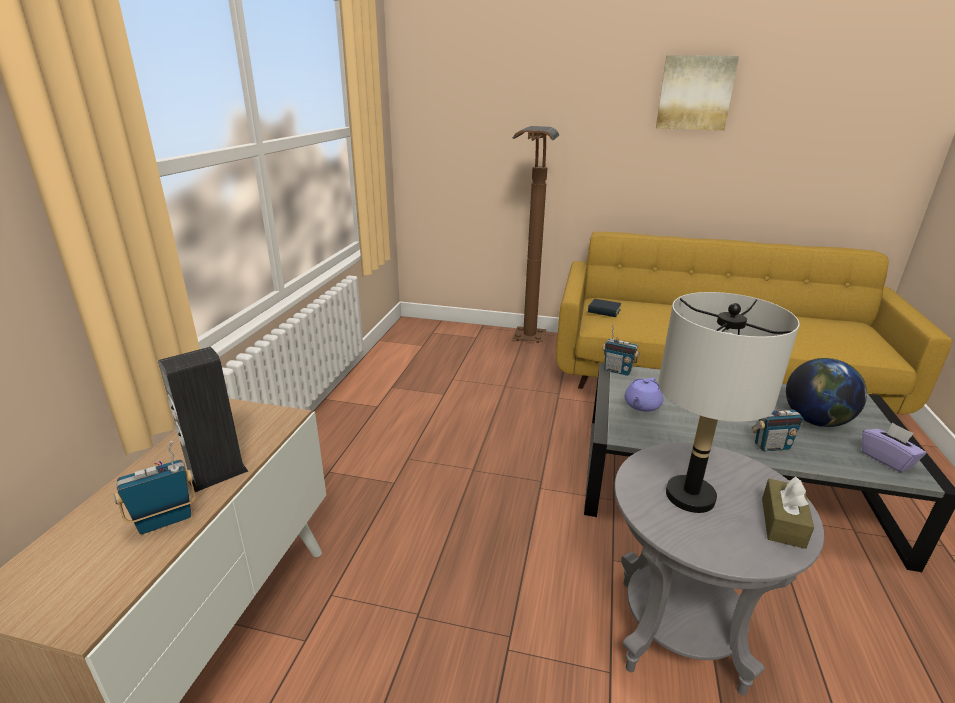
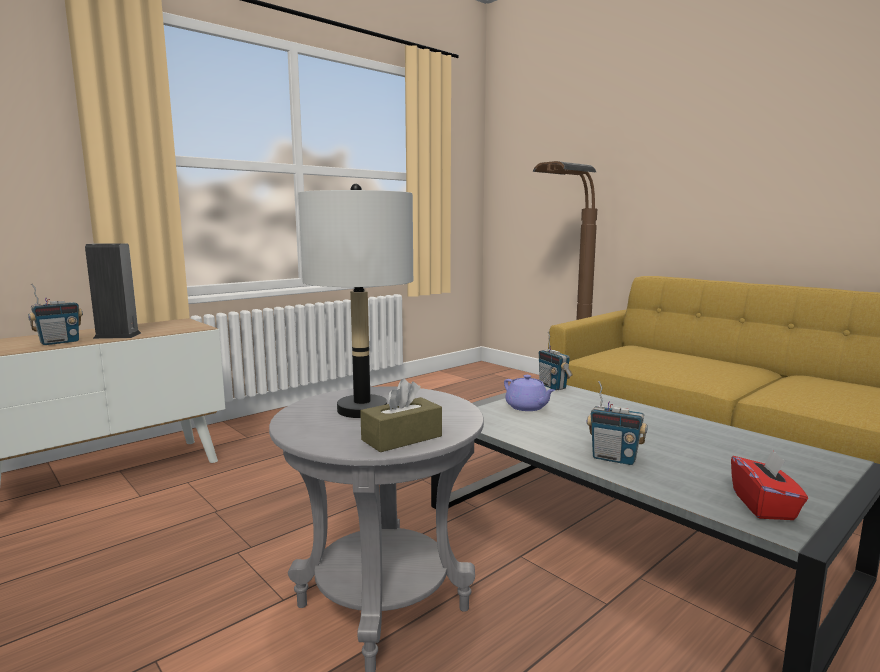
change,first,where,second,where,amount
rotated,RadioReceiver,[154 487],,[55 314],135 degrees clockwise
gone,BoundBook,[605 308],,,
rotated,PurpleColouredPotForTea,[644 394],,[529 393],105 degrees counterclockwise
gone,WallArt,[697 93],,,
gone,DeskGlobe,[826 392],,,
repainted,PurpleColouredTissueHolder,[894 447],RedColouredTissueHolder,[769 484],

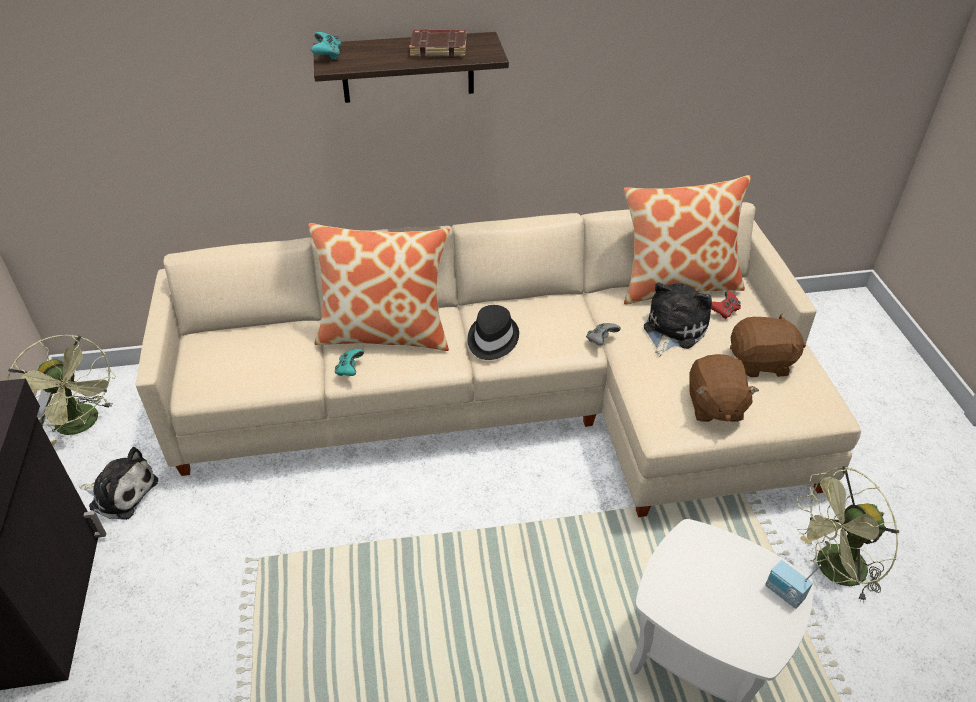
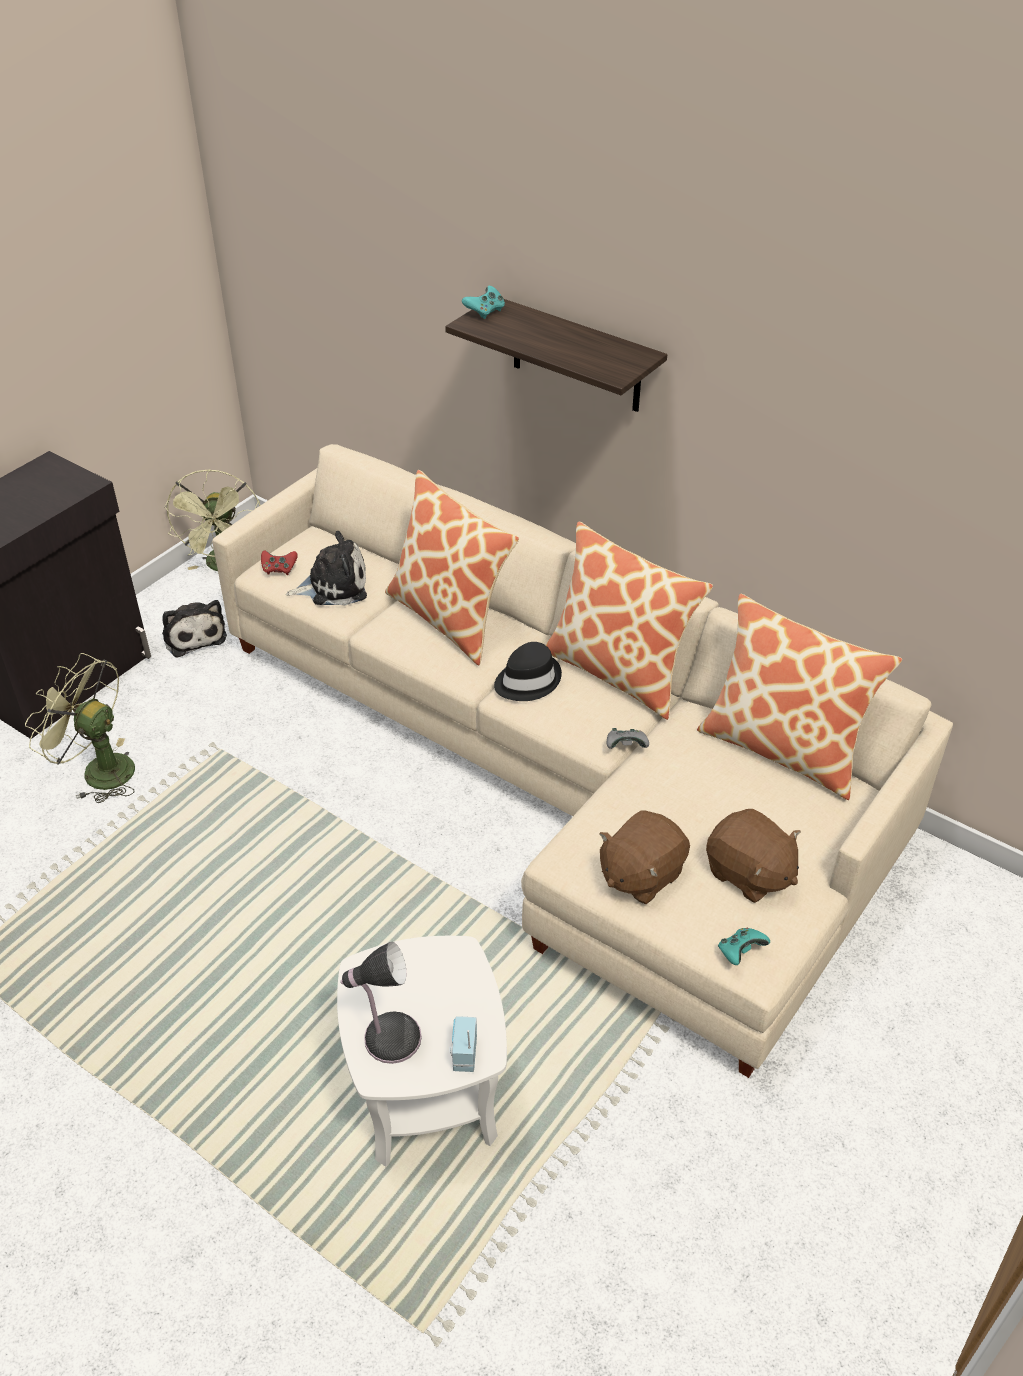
change,first,where,second,where,amount
shifted,BlueGreenGamepad,[349 362],,[744 946],
gone,BrownColouredBoundBook,[437 44],,,
shifted,SoftToy,[678 319],,[326 568],
shifted,RedColouredGamepad,[726 304],,[279 563],
shifted,GreenishFan,[848 534],,[80 728],
new,,,TableLamp,[381 1003],
new,,,ThrowPillow,[629 620],

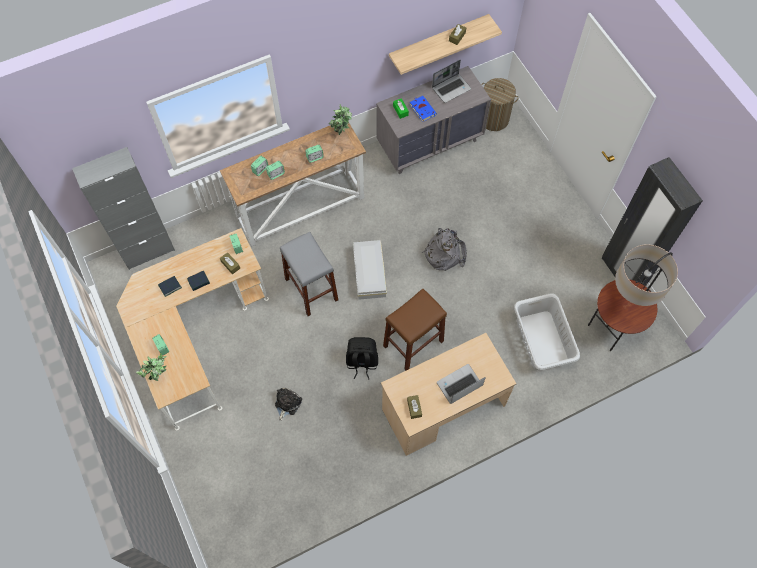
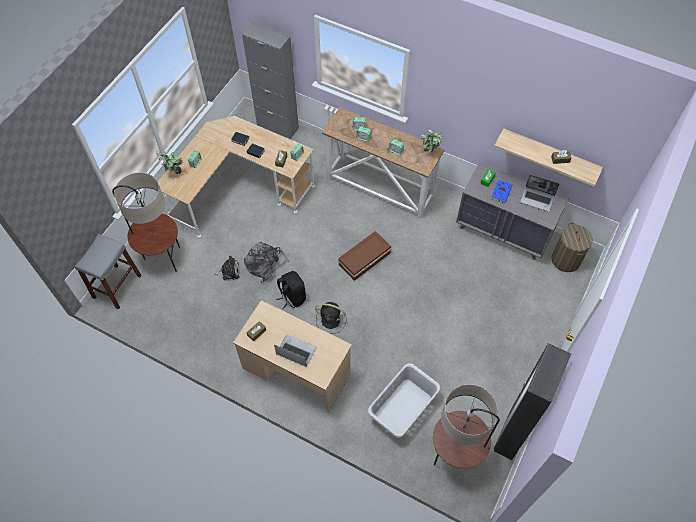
change,first,where,second,where,amount
shifted,GreyishStool,[309 274],,[108 271],
repainted,WhiteColouredStorageBox,[370 270],BrownColouredStorageBox,[365 256],
swapped,BrownColouredStool,[415 329],BlackishFan,[330 318],
shifted,GreyishKnapsack,[444 249],,[267 262],
new,,,FloorLamp,[146 222],

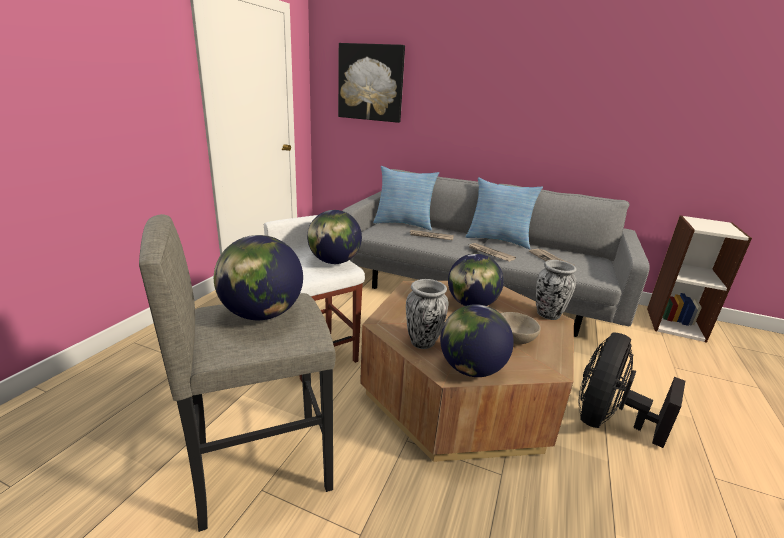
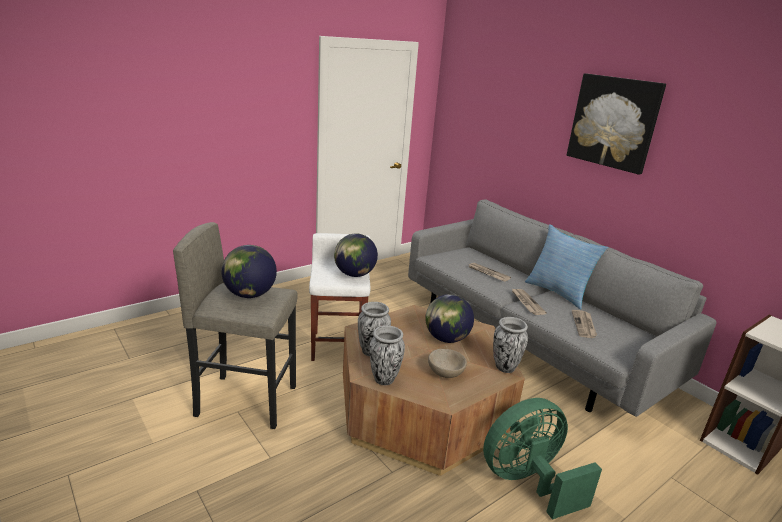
change,first,where,second,where,amount
shifted,WallArt,[371 83],,[616 124],
gone,ThrowPillow,[406 198],,,
swapped,DeskGlobe,[477 340],FlowerVase,[387 355],
repainted,BlackishFan,[631 390],GreenishFan,[542 459],

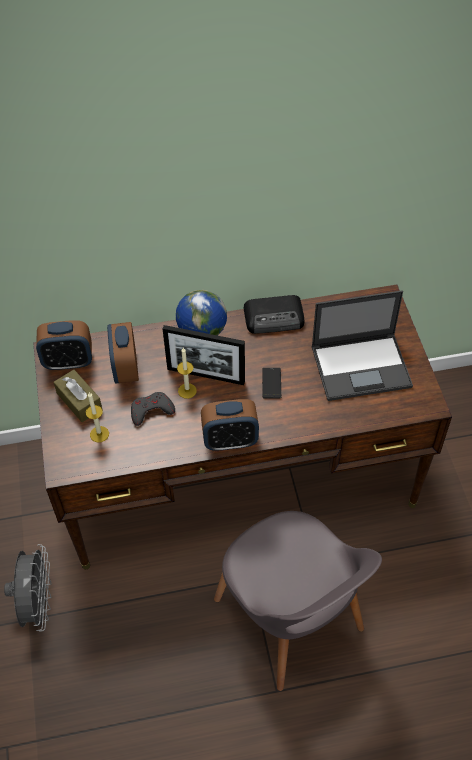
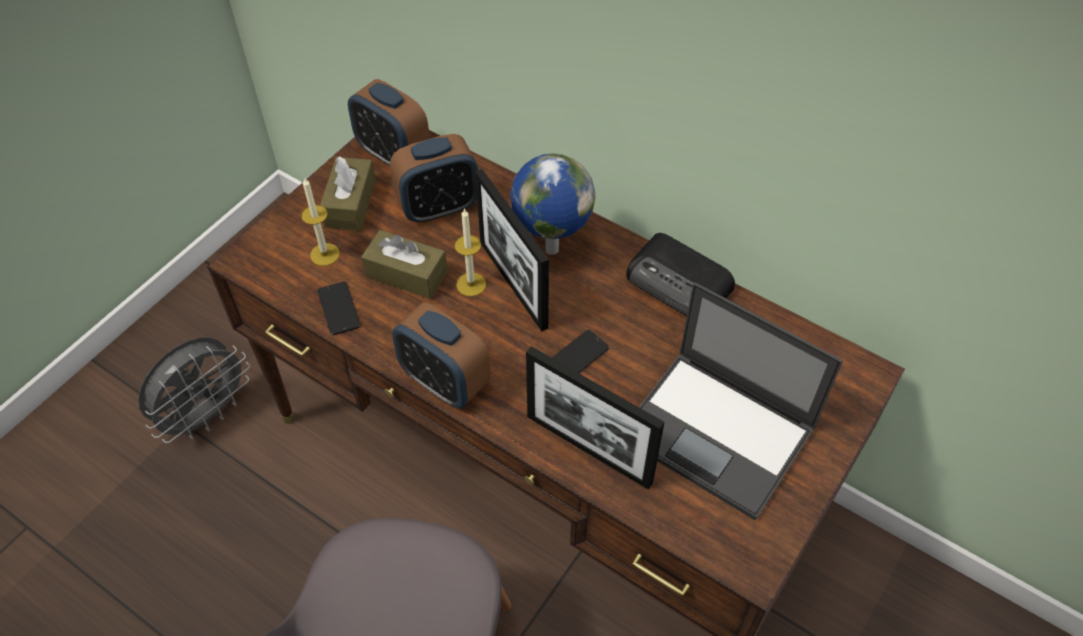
change,first,where,second,where,amount
rotated,AlarmClock,[123 353],,[434 178],150 degrees counterclockwise
swapped,GreyishGamepad,[153 409],BrownColouredTissueHolder,[404 264],
new,,,Phone,[339 308],
new,,,PhotoFrame,[595 418],

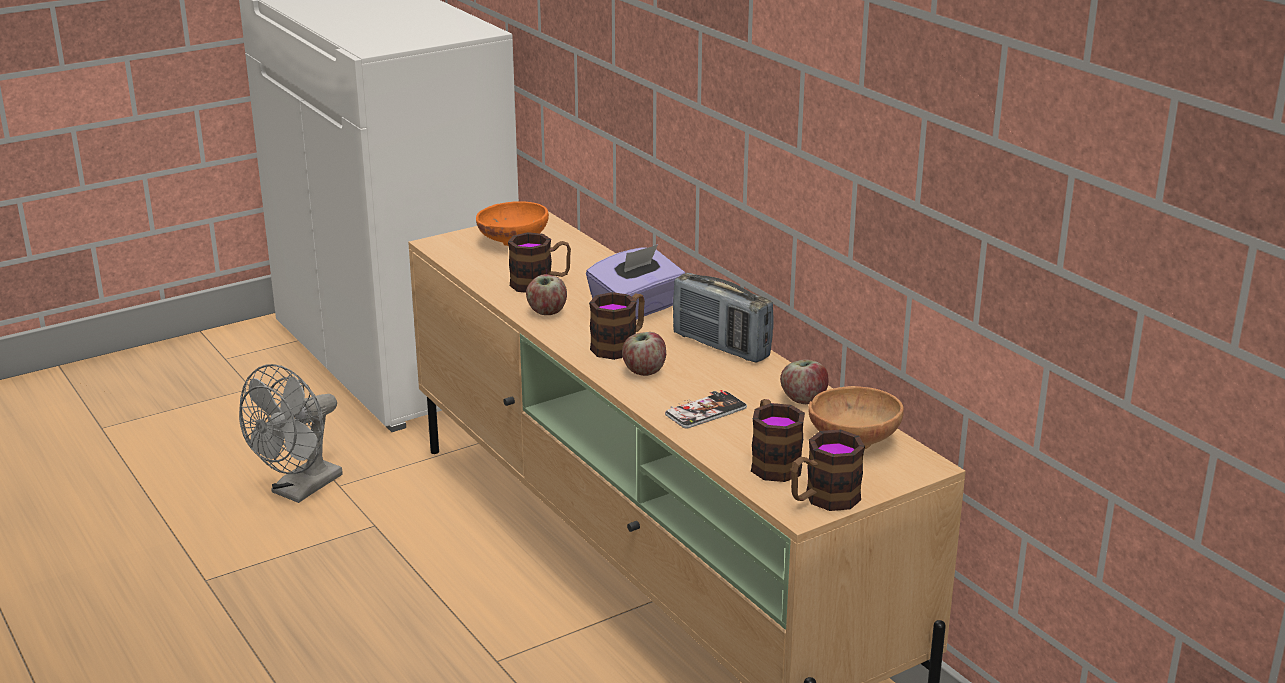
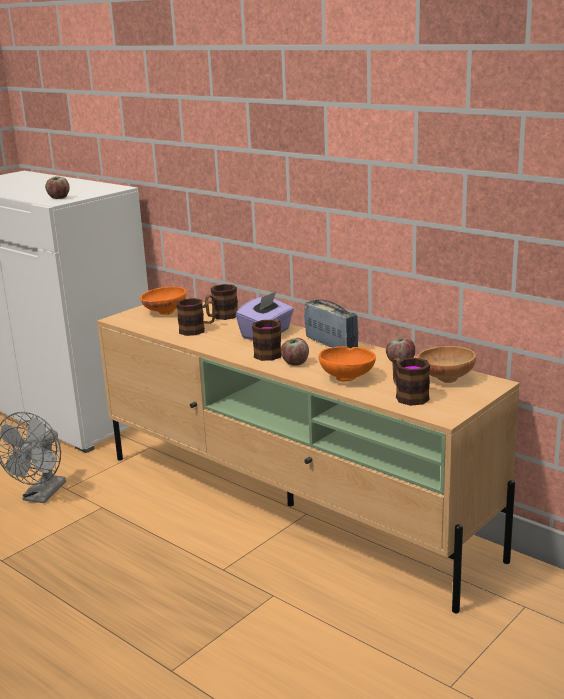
change,first,where,second,where,amount
shifted,Apple,[546 294],,[57 187],
swapped,Phone,[706 409],OrangeColouredServingBowl,[347 364],
rotated,RadioReceiver,[723 318],,[331 323],150 degrees counterclockwise
shifted,CoffeeMug,[828 470],,[221 302],

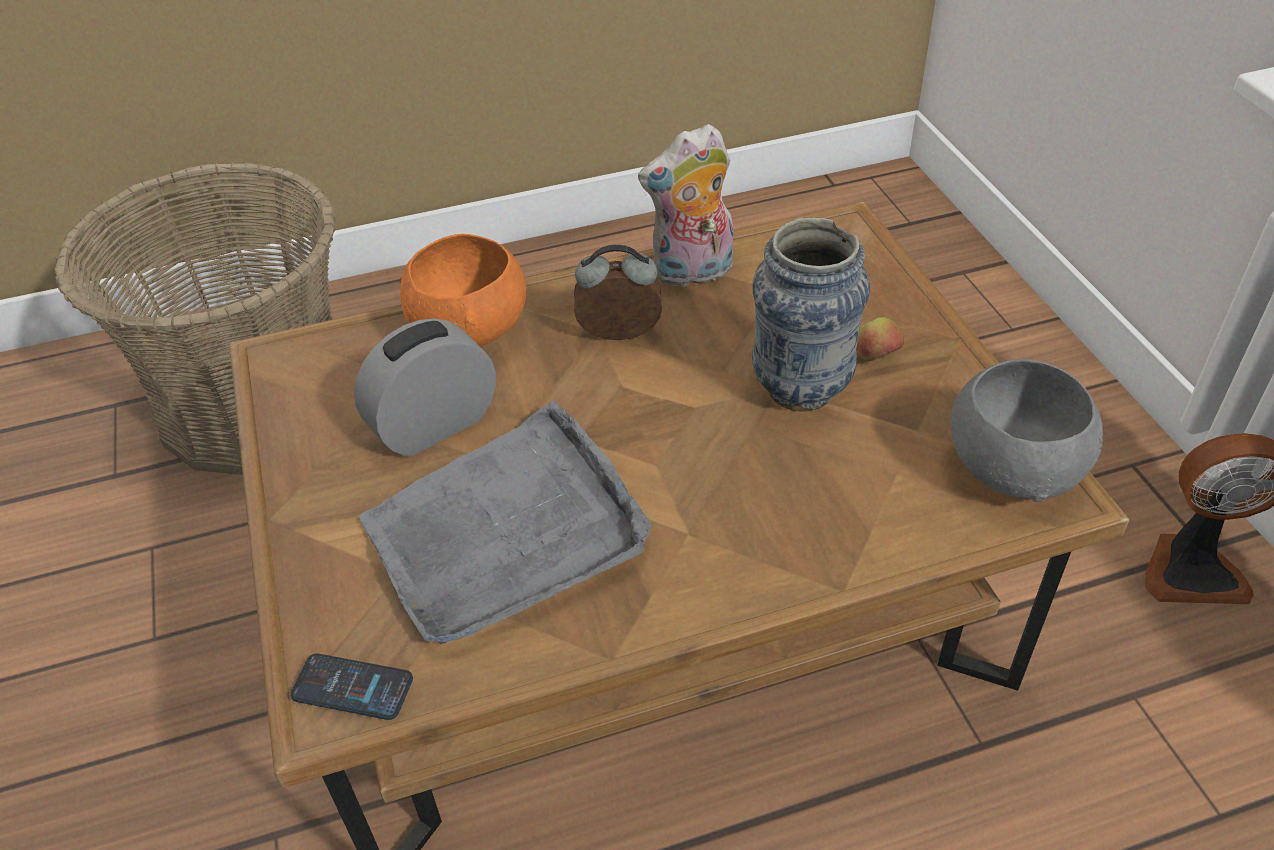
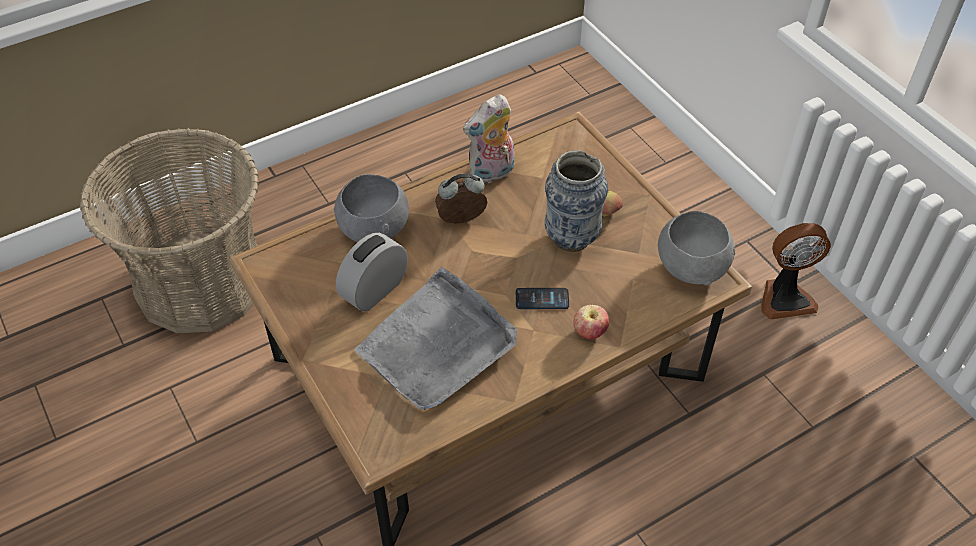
change,first,where,second,where,amount
shifted,Phone,[351 686],,[542 298],
repainted,OrangeColouredServingBowl,[463 290],GreyishServingBowl,[371 208],
new,,,Apple,[591 322],

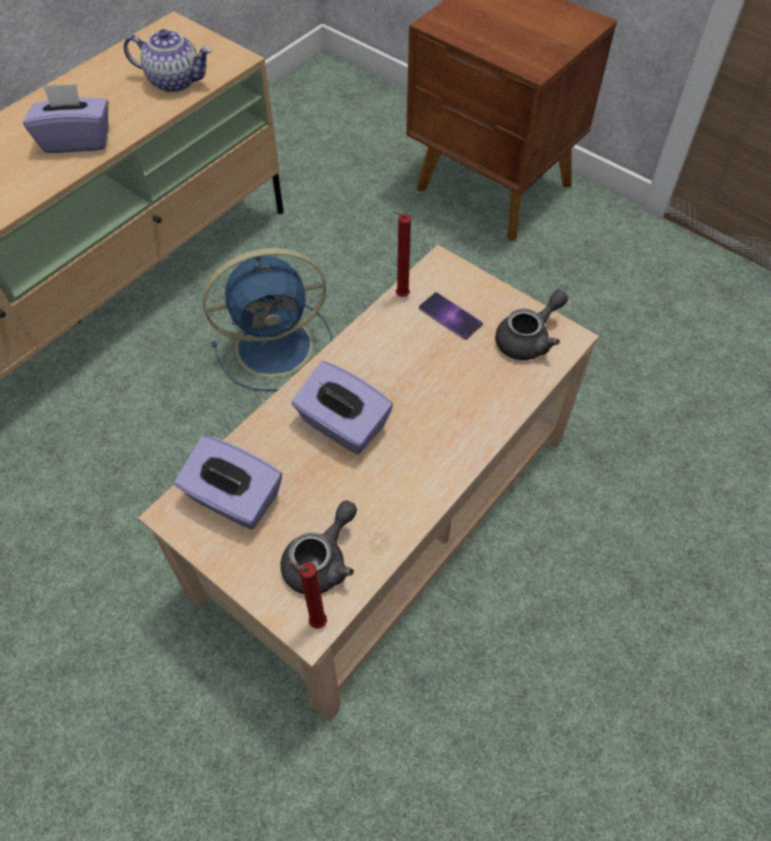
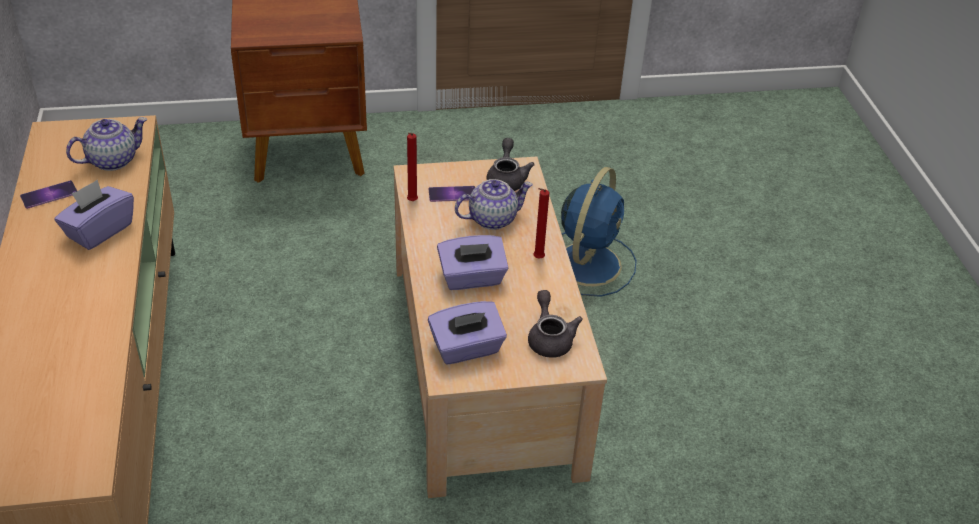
change,first,where,second,where,amount
shifted,BlueColouredFan,[267 319],,[599 232],
shifted,RedColouredWaxLight,[307 595],,[541 223],
new,,,Phone,[48 194],
new,,,PotForTea,[494 204],

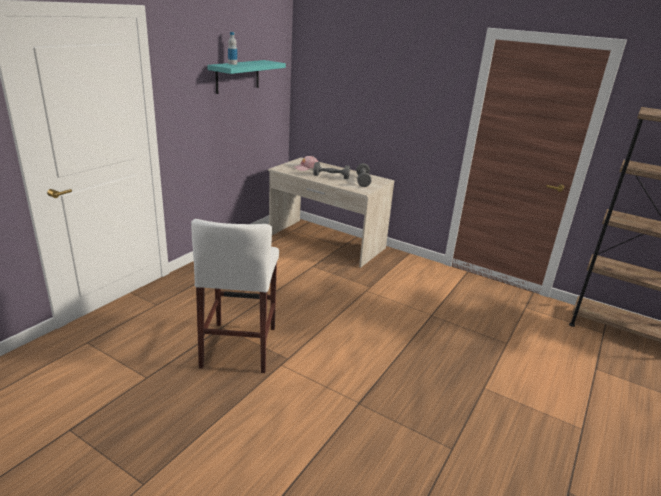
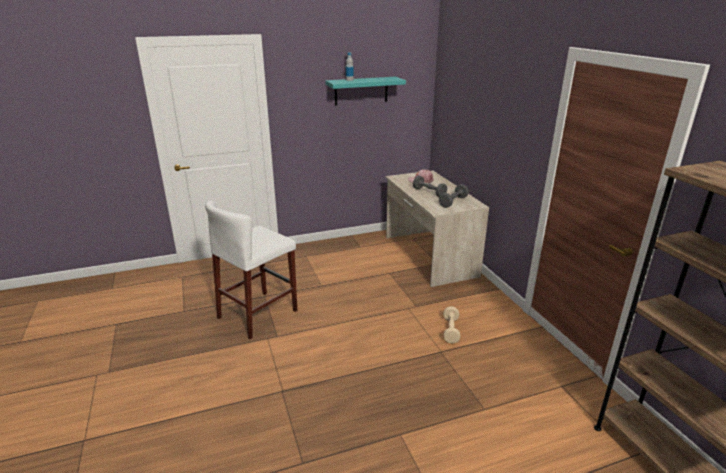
change,first,where,second,where,amount
new,,,SandColouredFreeWeight,[451 325],

